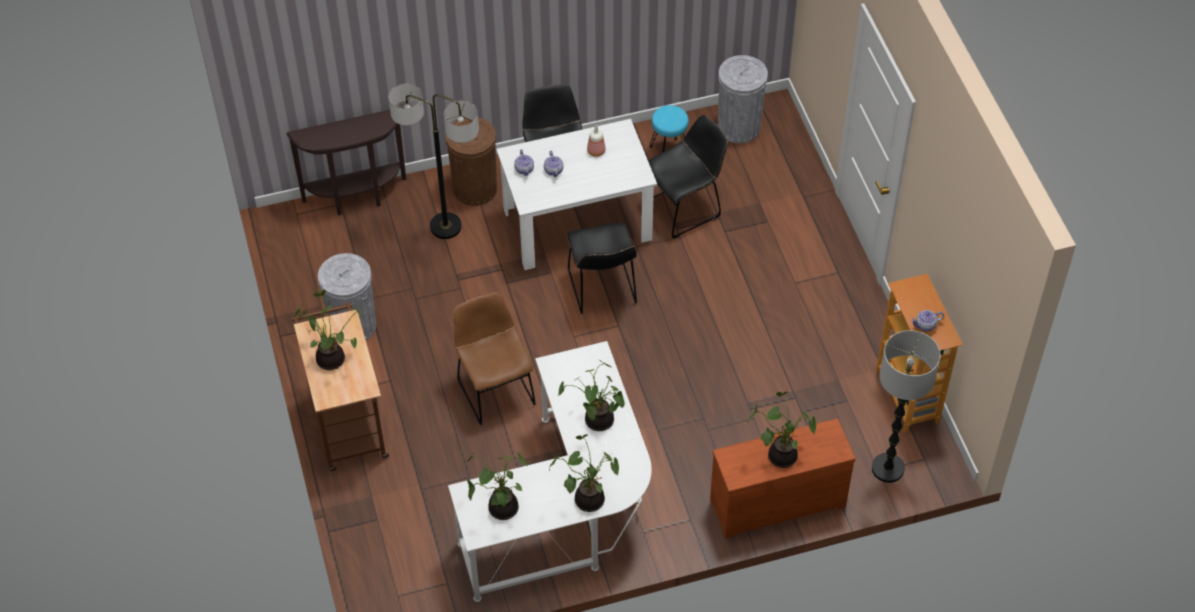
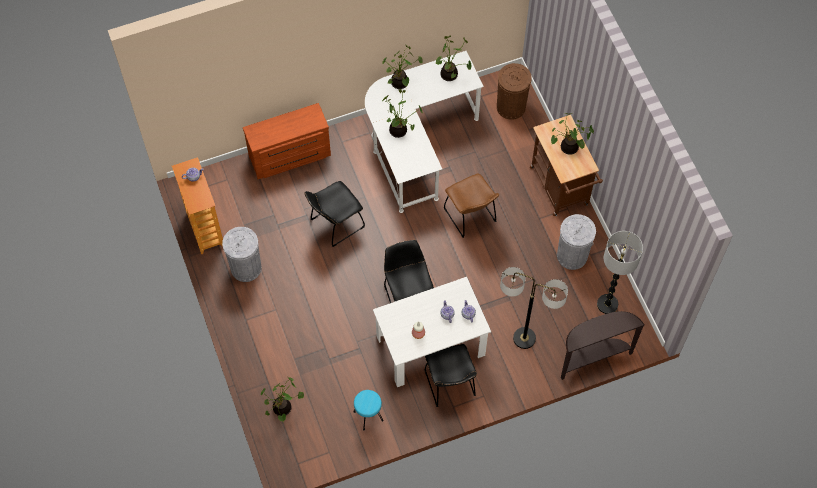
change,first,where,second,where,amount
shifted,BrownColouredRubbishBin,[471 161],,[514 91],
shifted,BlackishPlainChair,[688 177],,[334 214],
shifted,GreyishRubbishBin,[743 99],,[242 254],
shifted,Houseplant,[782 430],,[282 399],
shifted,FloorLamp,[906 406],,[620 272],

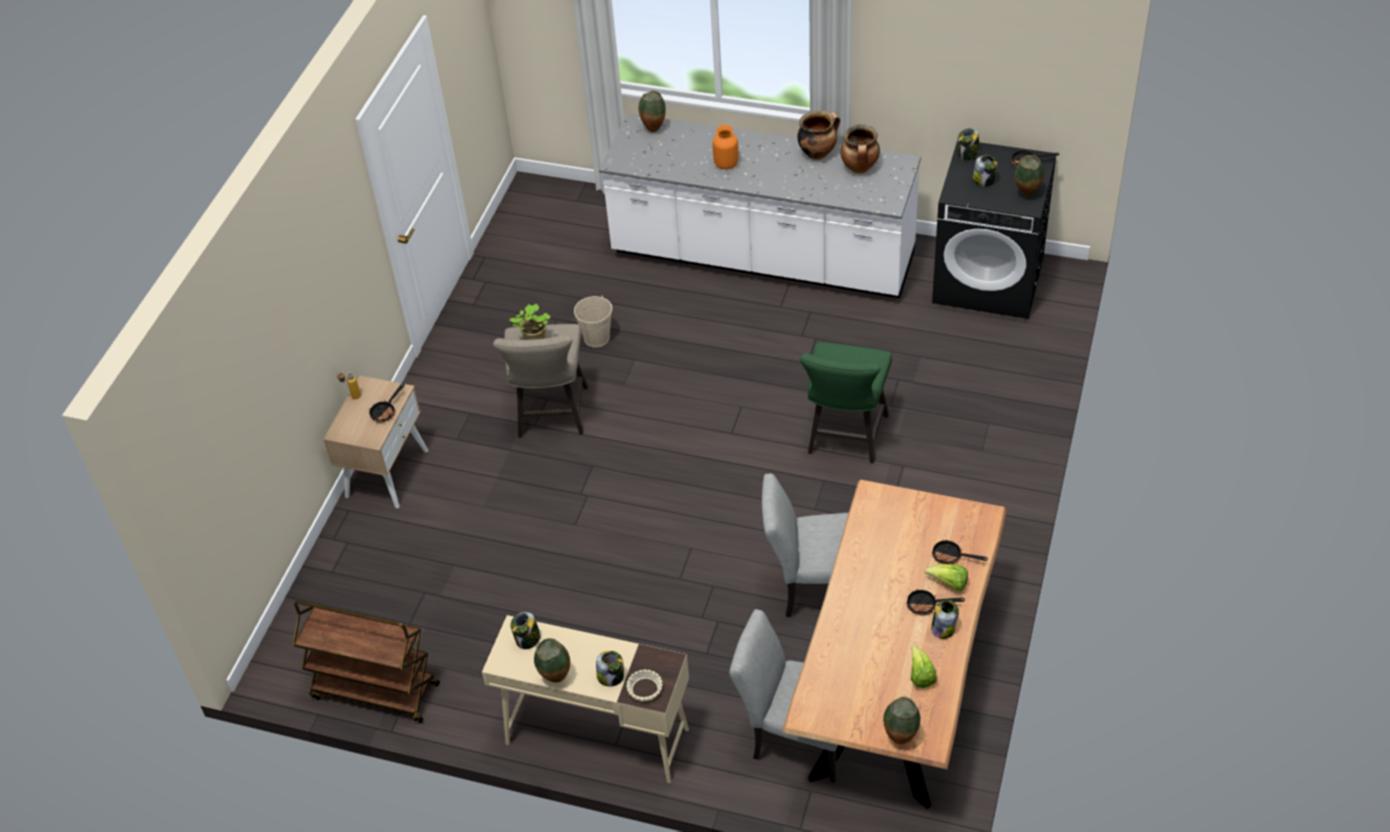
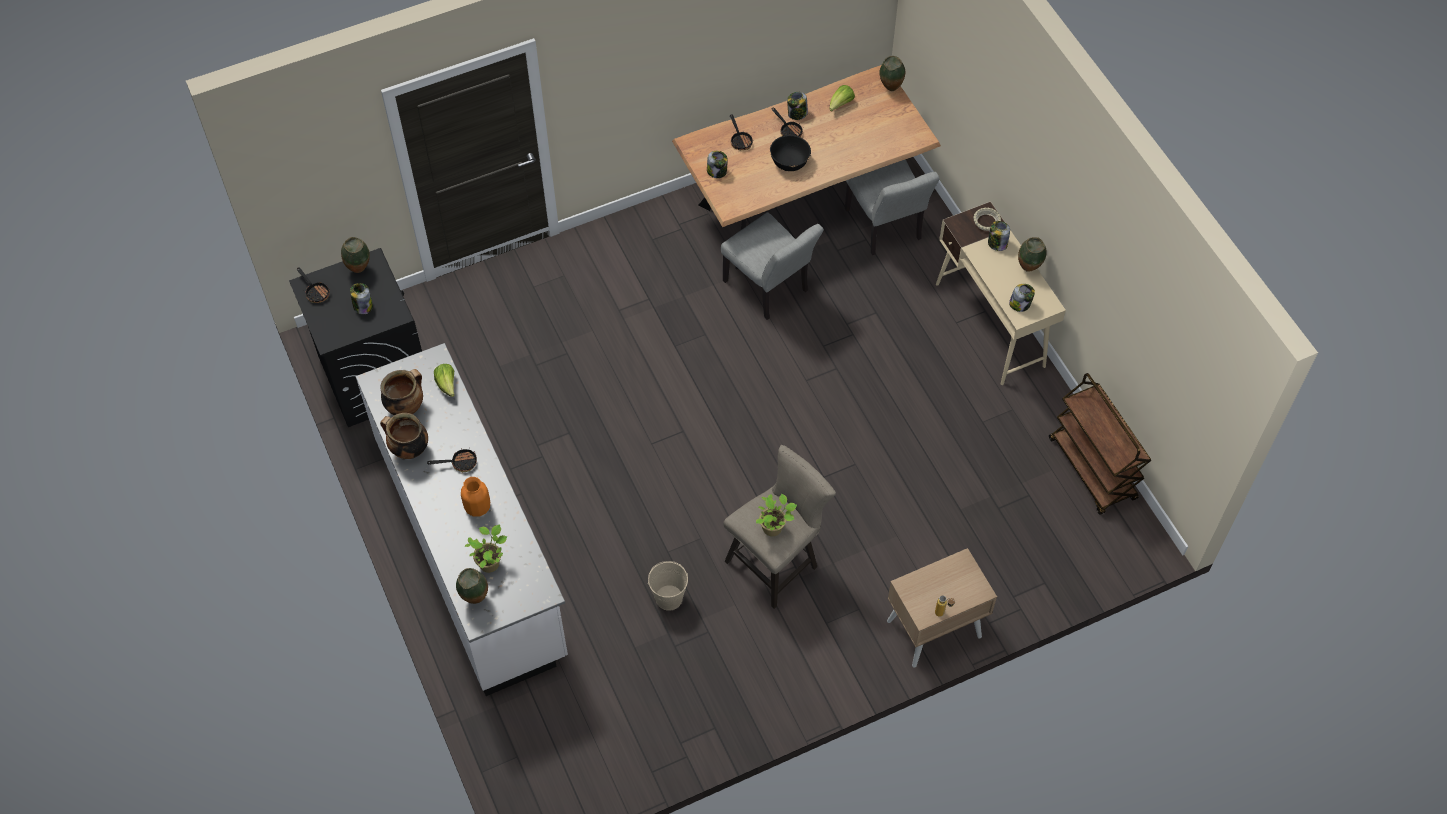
change,first,where,second,where,amount
shifted,FryingPan,[387 403],,[452 460],
gone,GreenishStool,[846 402],,,
shifted,Lettuce,[946 577],,[444 380],
shifted,PreserveJar,[968 144],,[717 164],
new,,,Houseplant,[486 548],
new,,,BlackishServingBowl,[790 153],

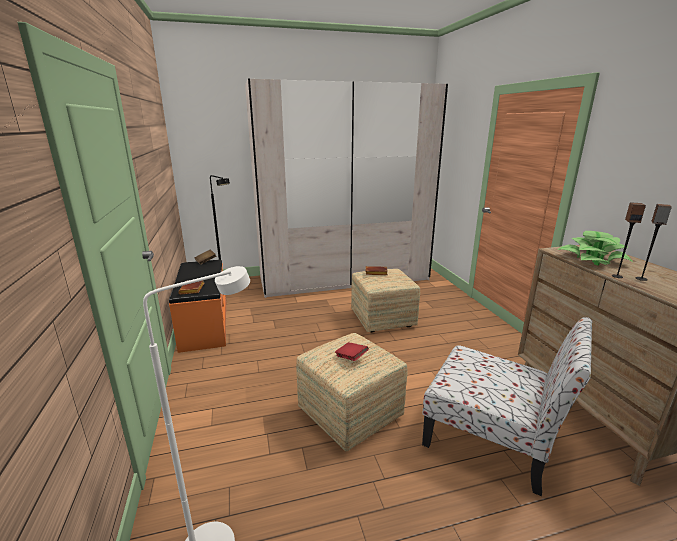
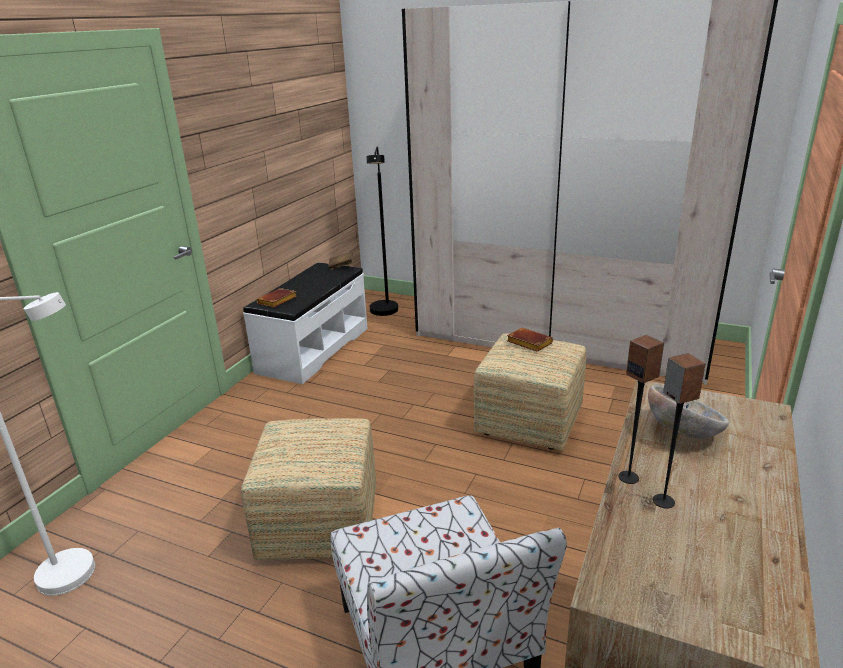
change,first,where,second,where,amount
repainted,OrangeColouredBench,[198 306],WhiteColouredBench,[305 323],
gone,RedColouredBoundBook,[352 351],,,
swapped,Houseplant,[595 248],ServingBowl,[688 412],

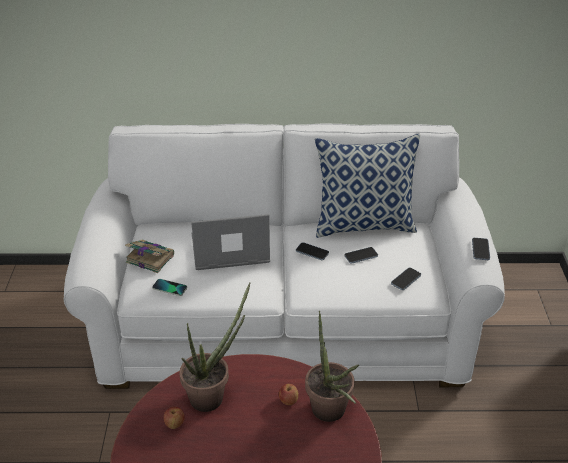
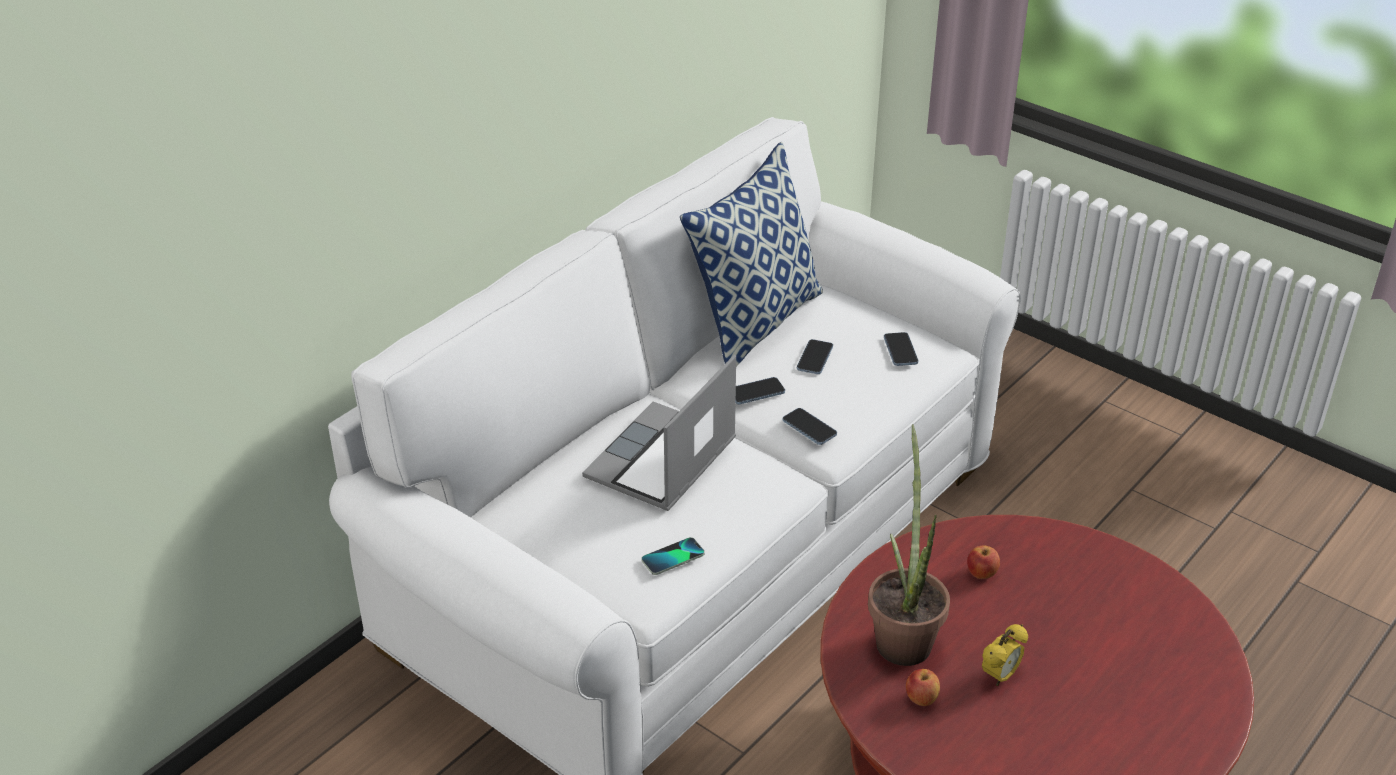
change,first,where,second,where,amount
gone,BoundBook,[149 256],,,
gone,Houseplant,[332 366],,,
shifted,Phone,[481 249],,[810 426],
new,,,AlarmClock,[1005 655],

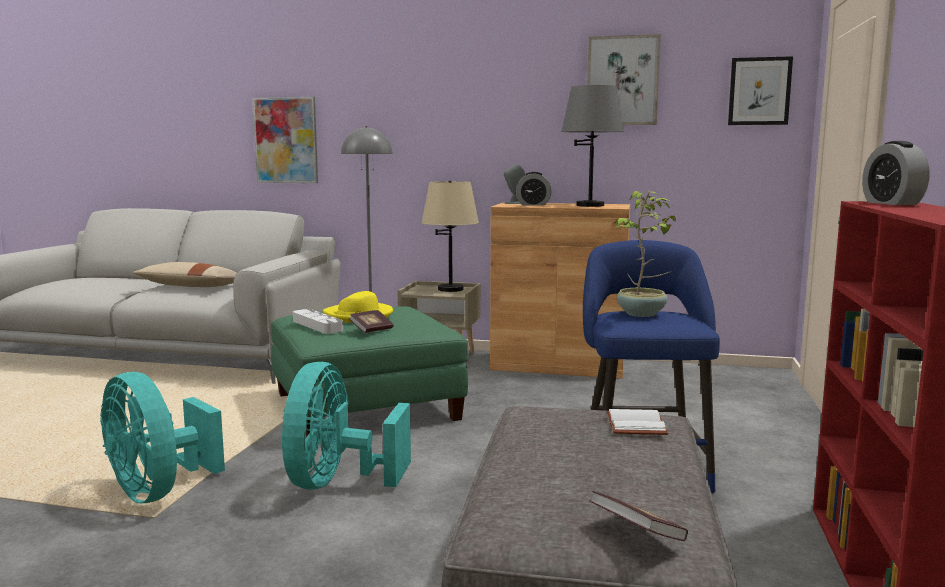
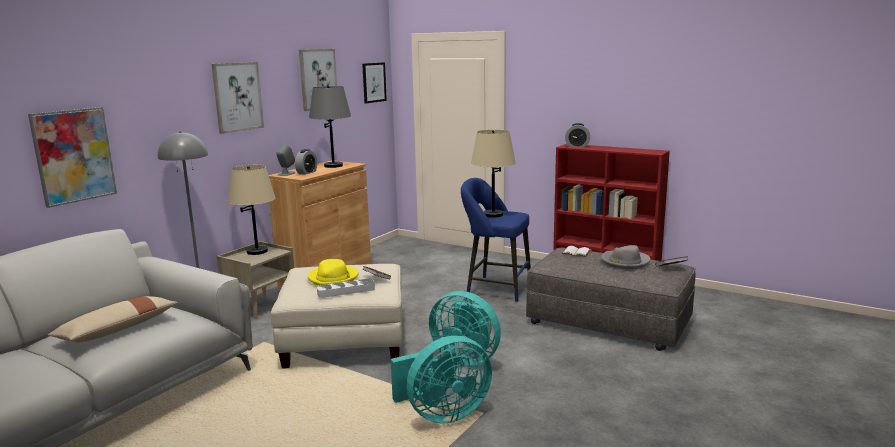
change,first,where,second,where,amount
repainted,GreenishOttoman,[369 374],SandColouredOttoman,[337 316],
swapped,Houseplant,[645 254],SandColouredTableLamp,[493 174],
new,,,WallArt,[237 98],
new,,,GreyishWearableHat,[625 257],

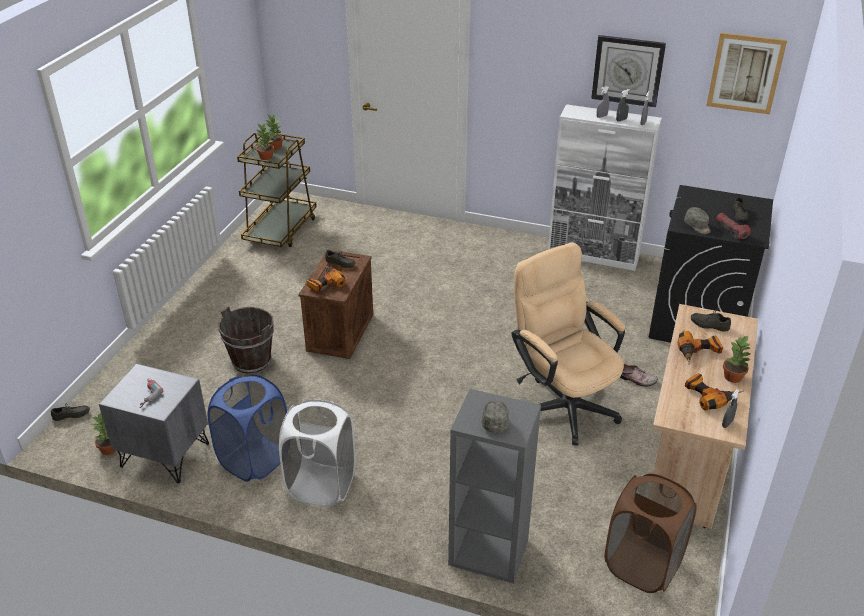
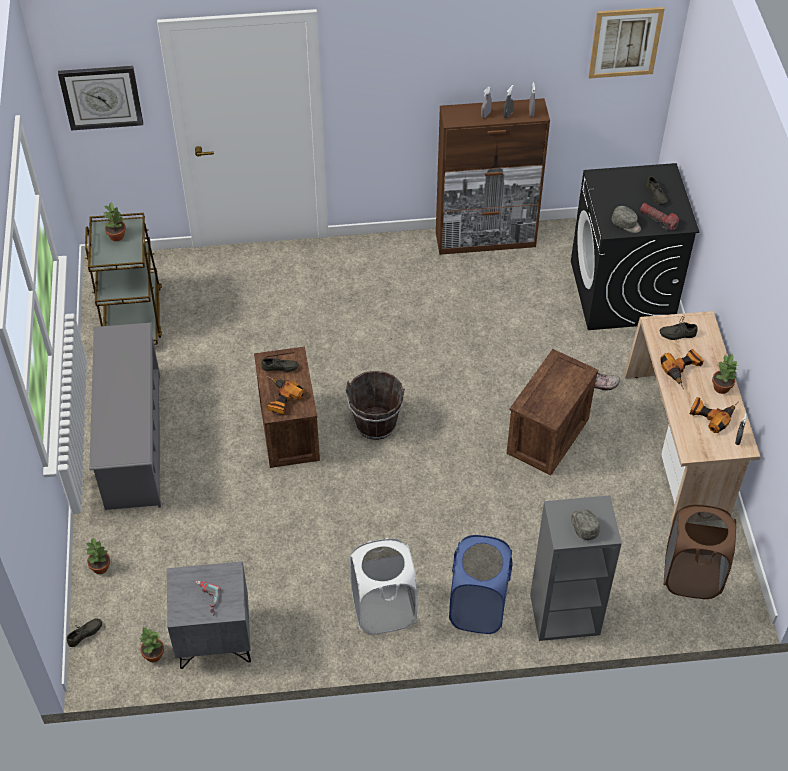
change,first,where,second,where,amount
shifted,BlueColouredHamper,[247 428],,[481 584],
shifted,BrownColouredBucket,[246 340],,[375 405],
shifted,Houseplant,[265 141],,[98 555],
swapped,SandColouredDeskChair,[568 344],ShippingCrate,[552 412],
repainted,WhiteColouredCabinet,[605 187],BrownColouredCabinet,[493 176],
shifted,ClockOnTheWall,[628 71],,[100 98],
new,,,GreyishShoeStand,[125 416],

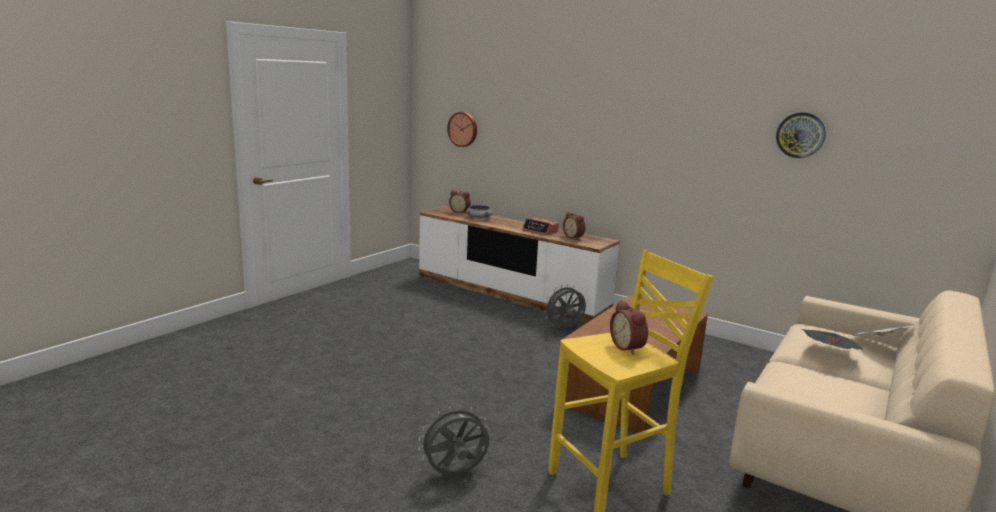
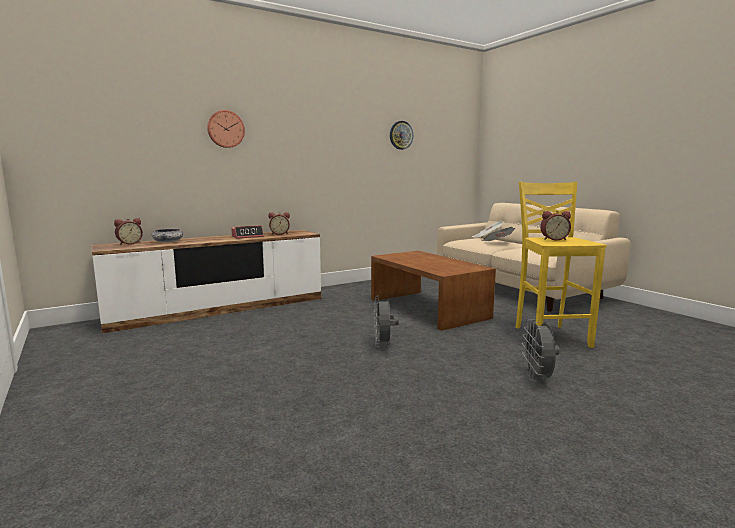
change,first,where,second,where,amount
shifted,ClockOnTheWall,[462 129],,[226 129],
shifted,GreyishFan,[564 306],,[386 322],

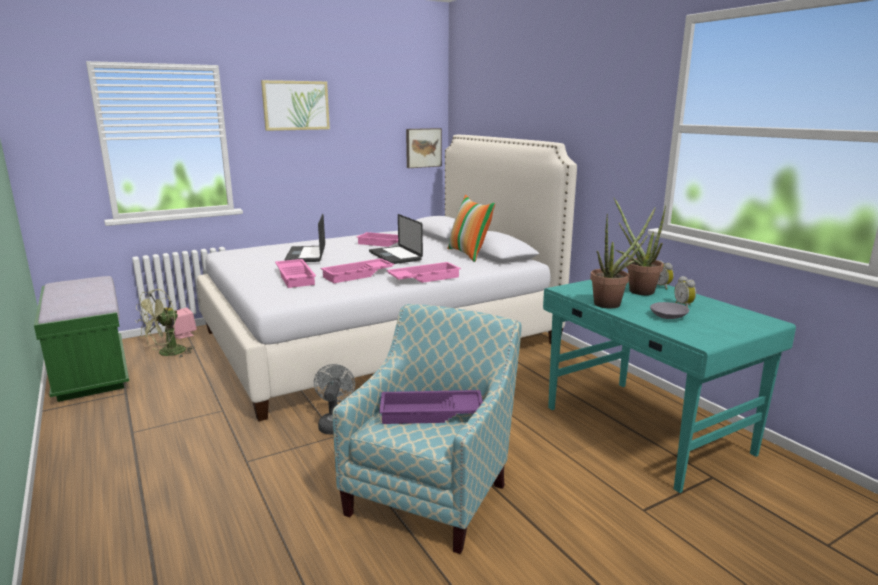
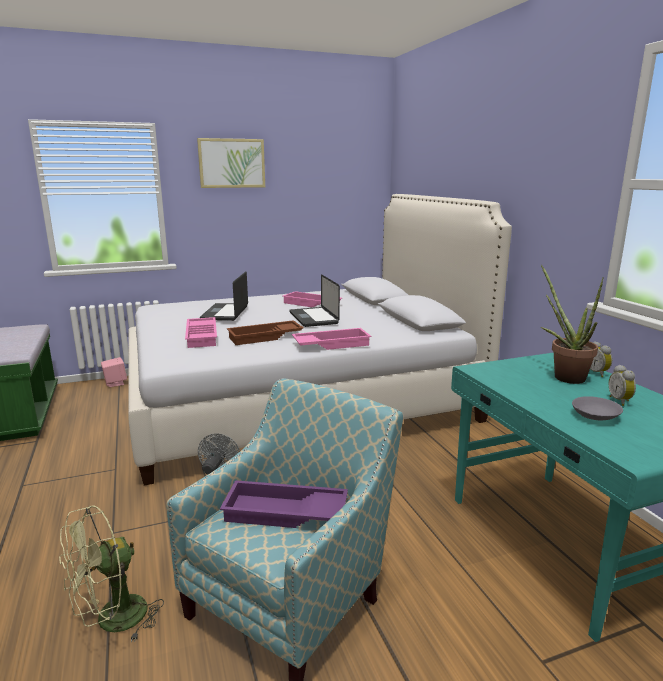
change,first,where,second,where,amount
shifted,GreenishFan,[165 323],,[111 574],
repainted,PinkishCarryingTray,[357 270],BrownColouredCarryingTray,[265 332],
gone,WallArt,[424 148],,,
gone,ThrowPillow,[471 228],,,
gone,Houseplant,[623 258],,,

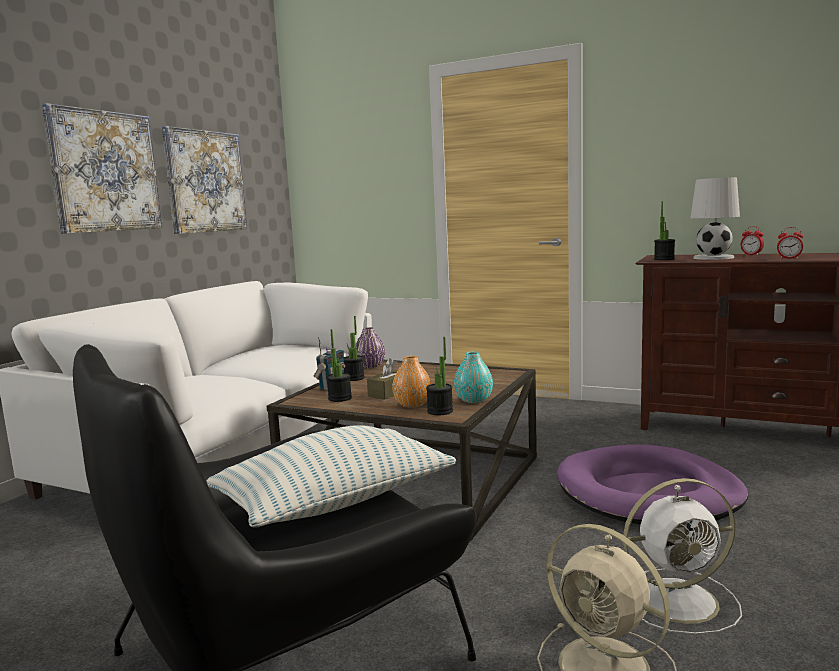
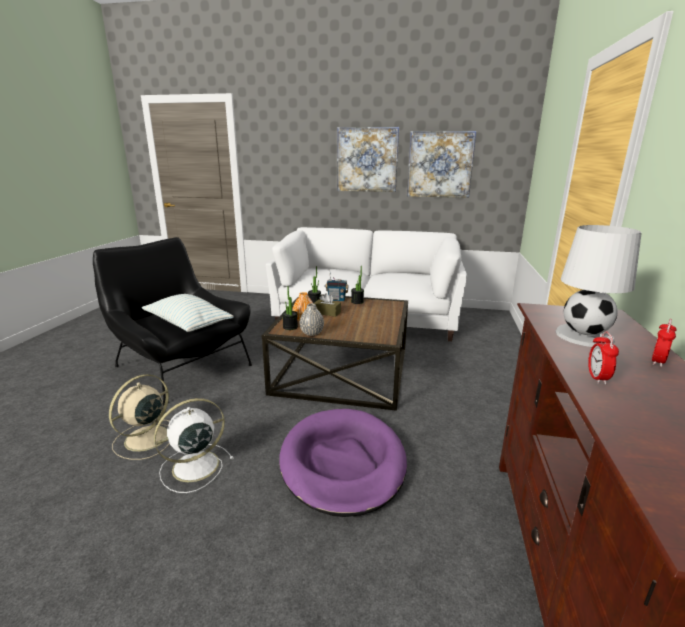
change,first,where,second,where,amount
gone,PurpleColouredFlowerVase,[370 347],,,
repainted,BlueGreenFlowerVase,[473 377],GreyishFlowerVase,[312 319],
rotated,WhiteColouredFan,[682 556],,[194 445],75 degrees clockwise
gone,Houseplant,[664 230],,,

